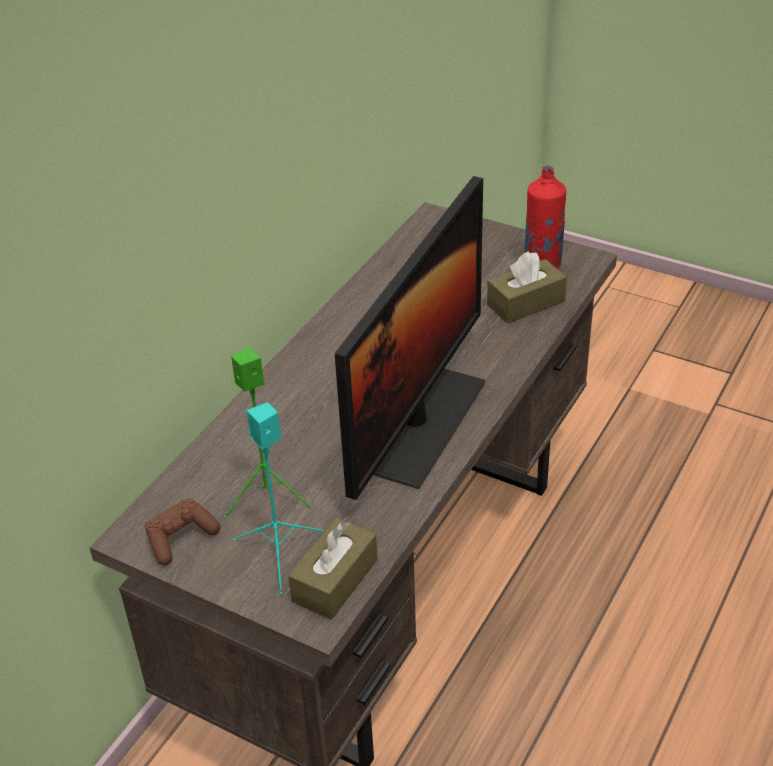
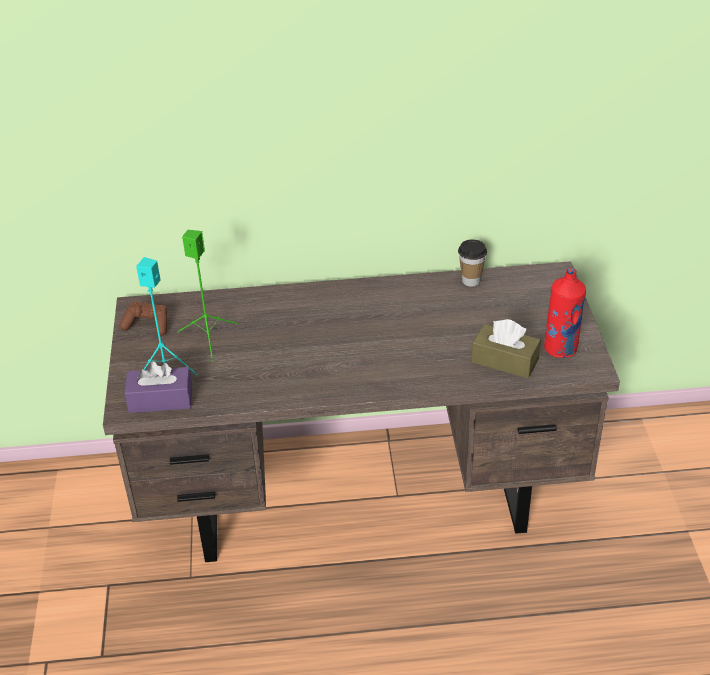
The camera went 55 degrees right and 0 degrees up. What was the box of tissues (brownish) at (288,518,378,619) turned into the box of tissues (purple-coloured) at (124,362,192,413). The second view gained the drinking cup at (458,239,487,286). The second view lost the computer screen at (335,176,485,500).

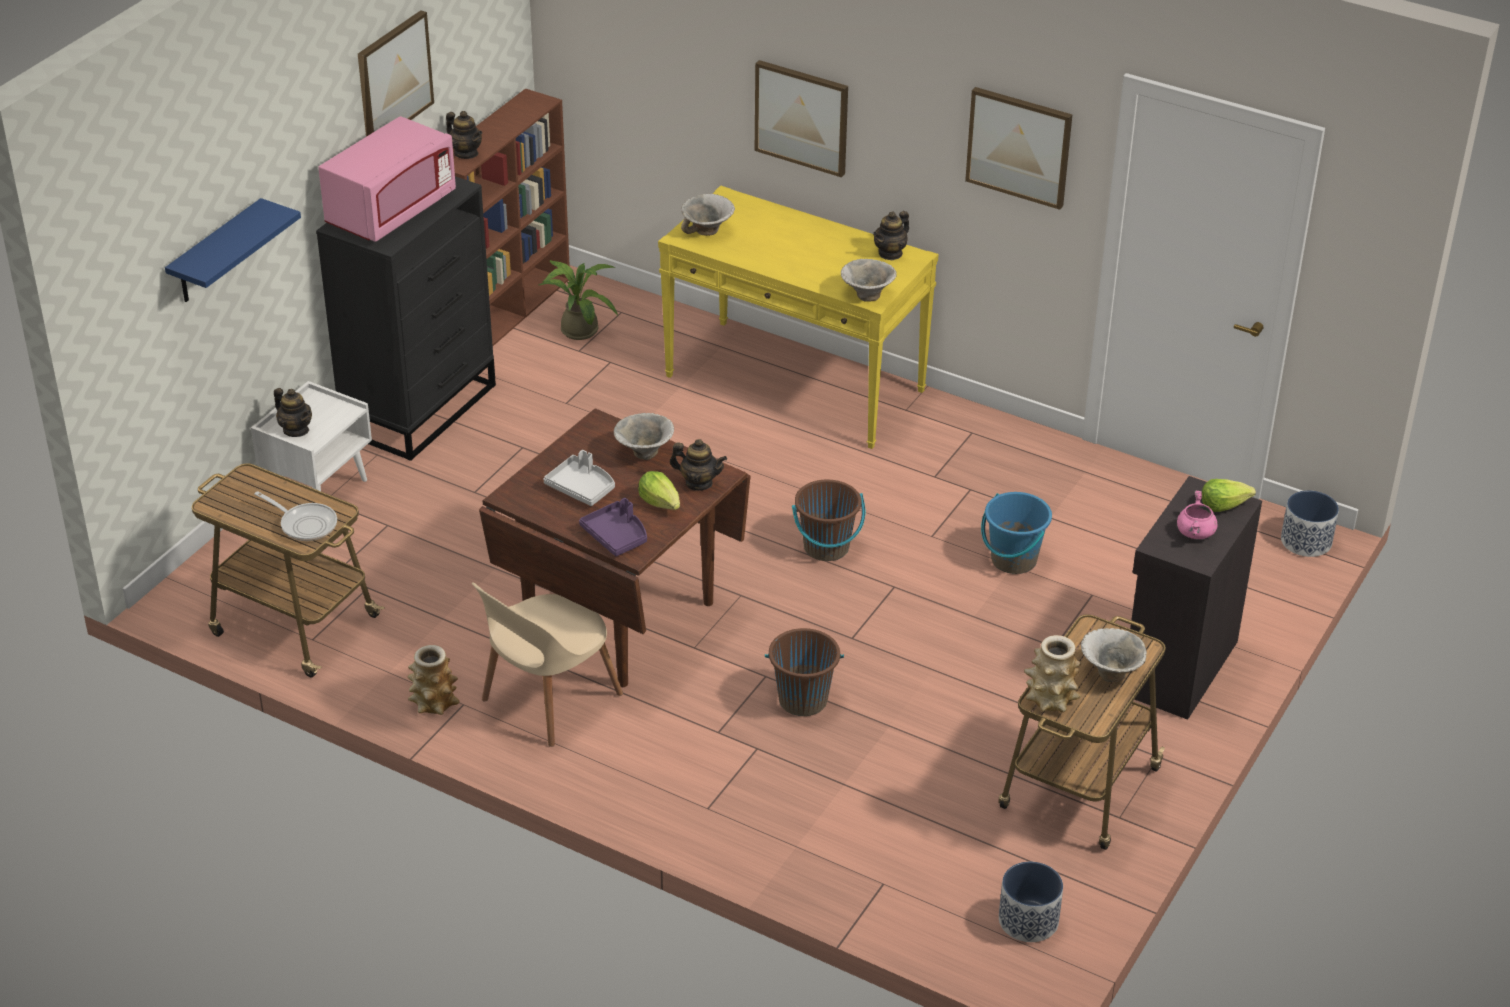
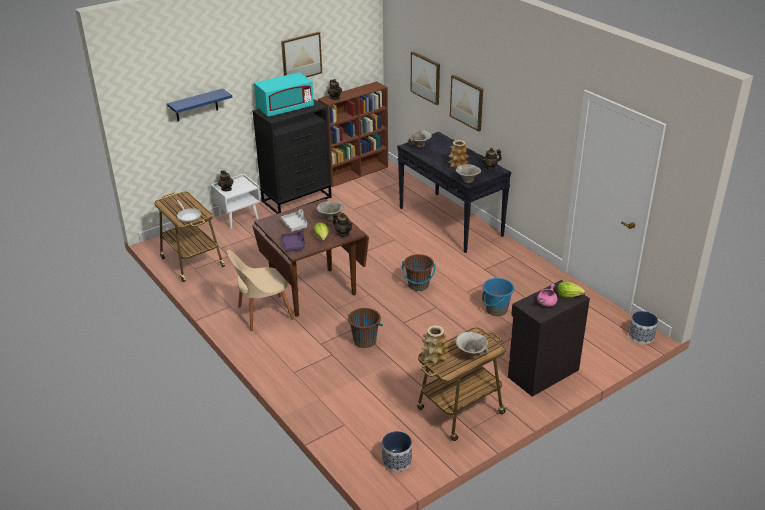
The camera went 25 degrees right and 5 degrees down. What was the microwave (pink) at (318,116,456,242) turned into the microwave (turquoise) at (254,72,314,117). What was the narrow table (yellow-coloured) at (658,186,939,449) turned into the narrow table (blackish) at (397,132,511,253). The wall art ended up elsewhere, having gone from (965,87,1072,210) to (411,51,440,105). The vase ended up elsewhere, having gone from (408,645,460,715) to (448,140,469,169). The second view lost the potted plant at (538,260,618,340).

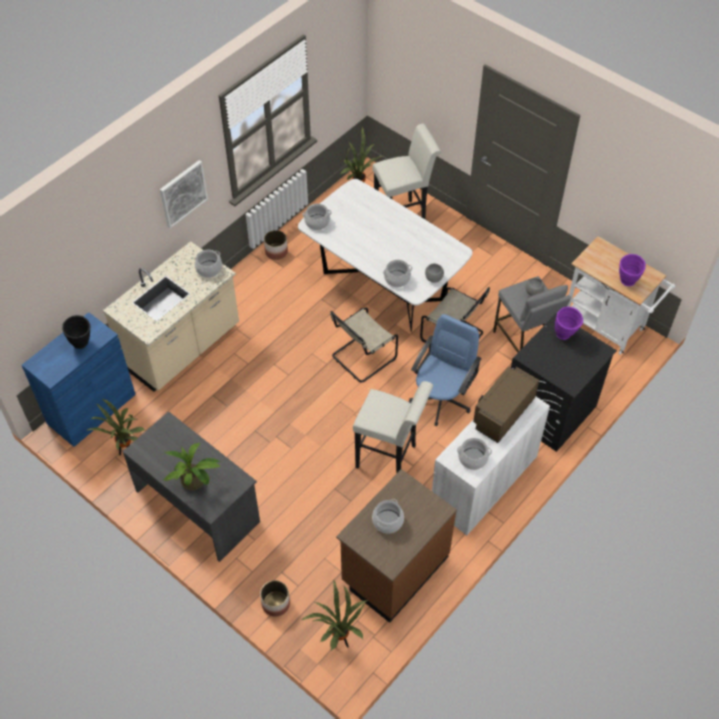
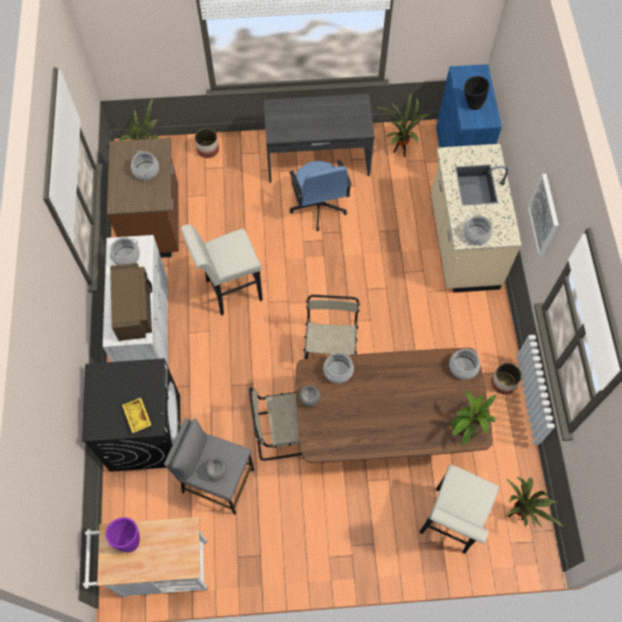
The camera went 135 degrees right and 10 degrees up. Where the vase (purple-coloured) stood at (555,307,583,340), the carrying tray (yellow-coloured) came to stand at (122,398,151,433). The desk chair (bluish) ended up elsewhere, having gone from (409,314,481,426) to (289,160,352,231). What was the dining table (white) at (298,179,472,332) turned into the dining table (brownish) at (295,348,492,464). The potted plant ended up elsewhere, having gone from (163,443,221,490) to (452,389,497,446).

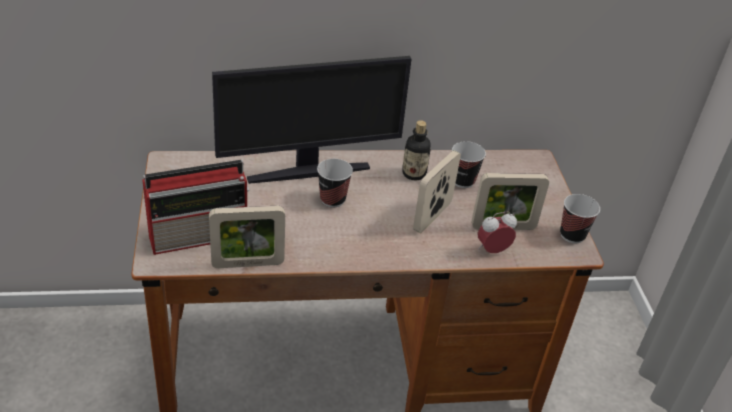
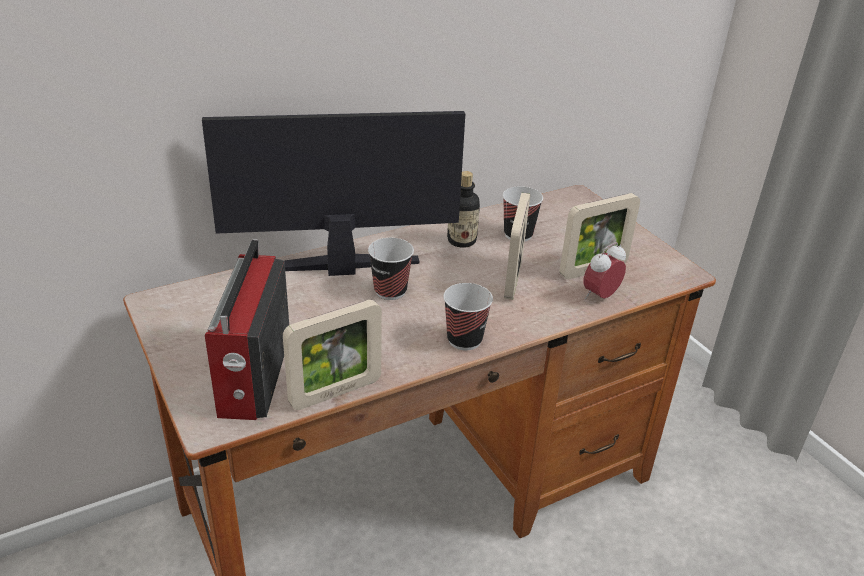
The camera went 20 degrees left and 5 degrees down. The computer screen at (212,56,412,184) ended up facing another way, 150 degrees counterclockwise from before. The radio receiver at (142,160,249,255) ended up facing another way, 135 degrees clockwise from before. The drinking cup ended up elsewhere, having gone from (560,194,600,243) to (443,283,493,350).

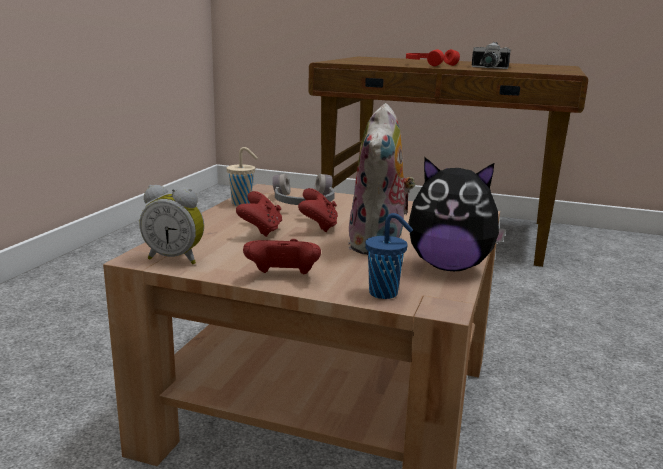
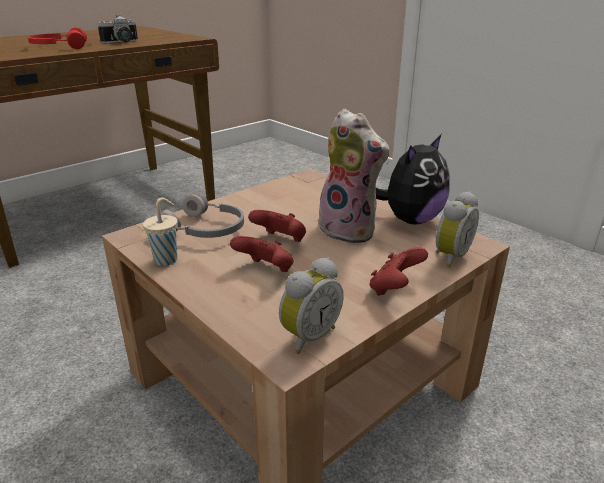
The camera went 60 degrees left and 10 degrees up. Where the drinking cup (bluish) stood at (365,213,413,299), the bedside clock came to stand at (436,191,479,268).

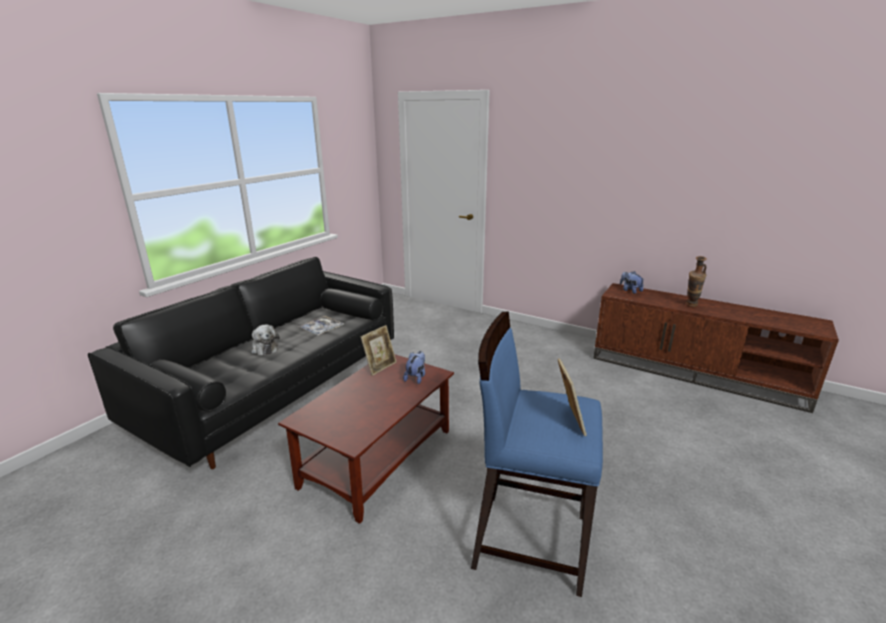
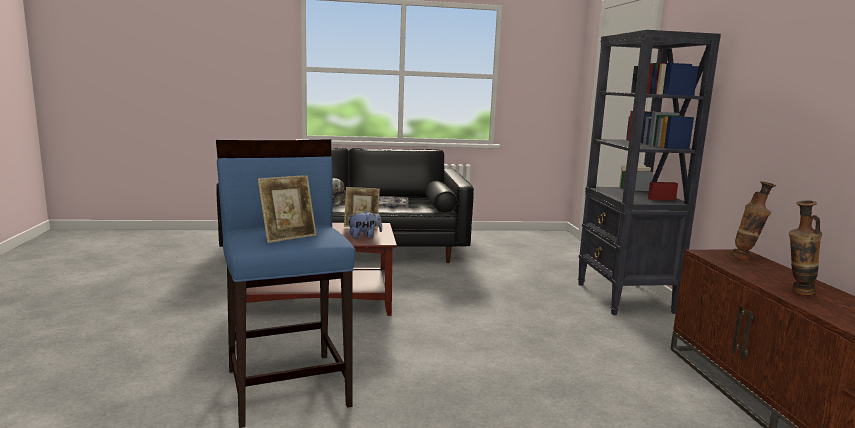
The camera went 50 degrees right and 10 degrees down. The second view gained the bookshelf (blackish) at (578,30,721,315). Where the soft toy stood at (620,271,644,294), the vase came to stand at (731,181,776,260).

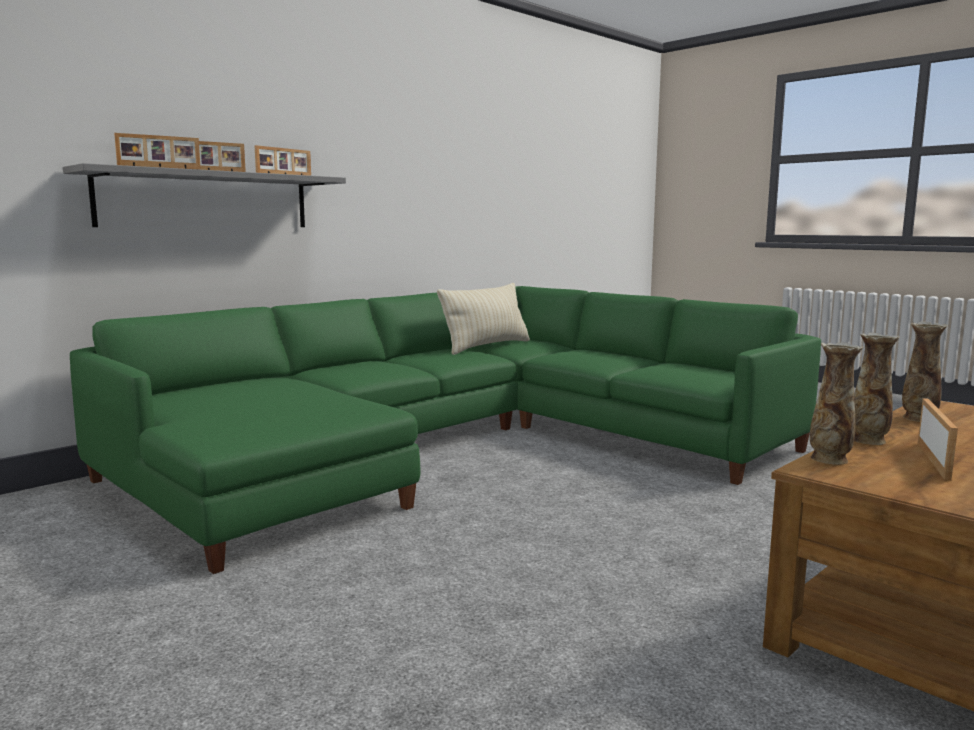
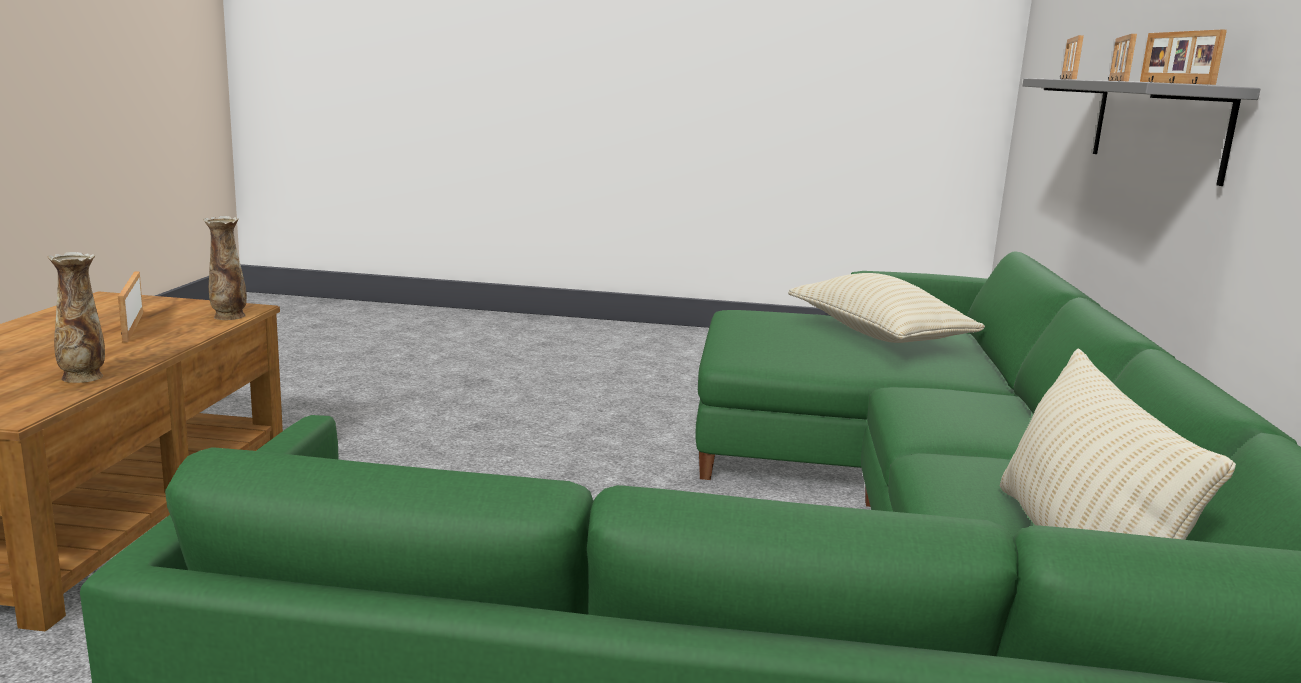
The camera went 140 degrees right and 5 degrees up. The second view gained the pillow (beige) at (788,273,985,343). The second view lost the vase at (854,333,900,445).

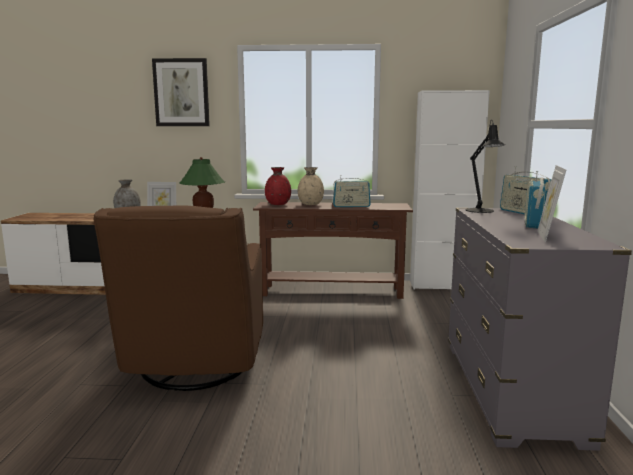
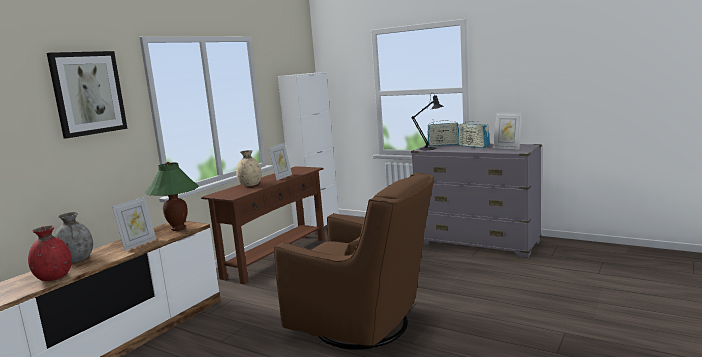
The camera went 60 degrees left and 0 degrees up. The vase (reddish) ended up elsewhere, having gone from (265,167,291,205) to (28,225,72,281). Where the radio receiver stood at (333,175,371,207), the picture frame came to stand at (268,143,292,180).

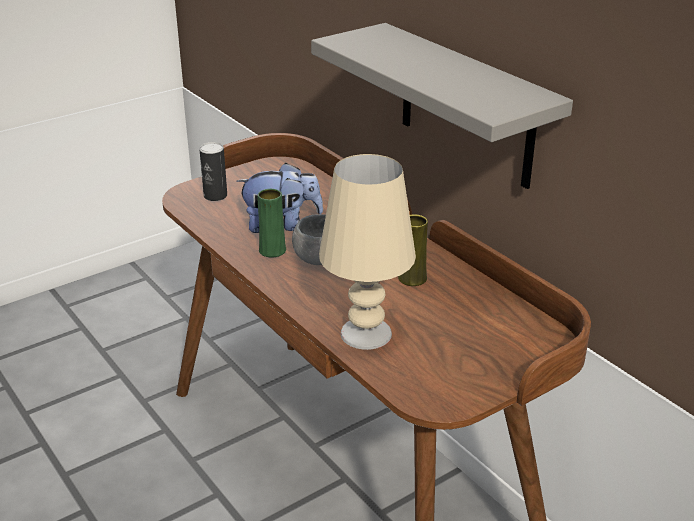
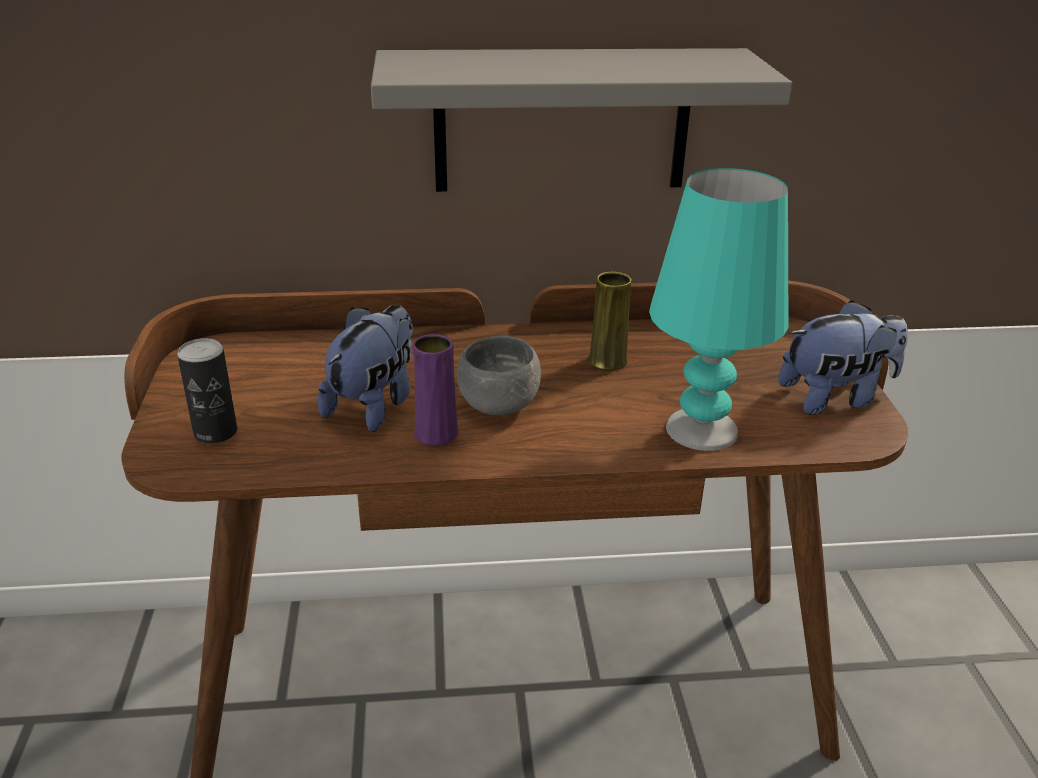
The camera went 60 degrees left and 0 degrees up. What was the vase (green) at (257,189,286,257) turned into the vase (purple-coloured) at (413,334,459,445). What was the lamp for a table (beige) at (319,154,416,350) turned into the lamp for a table (turquoise) at (649,168,788,451). The second view gained the soft toy at (778,300,908,415).

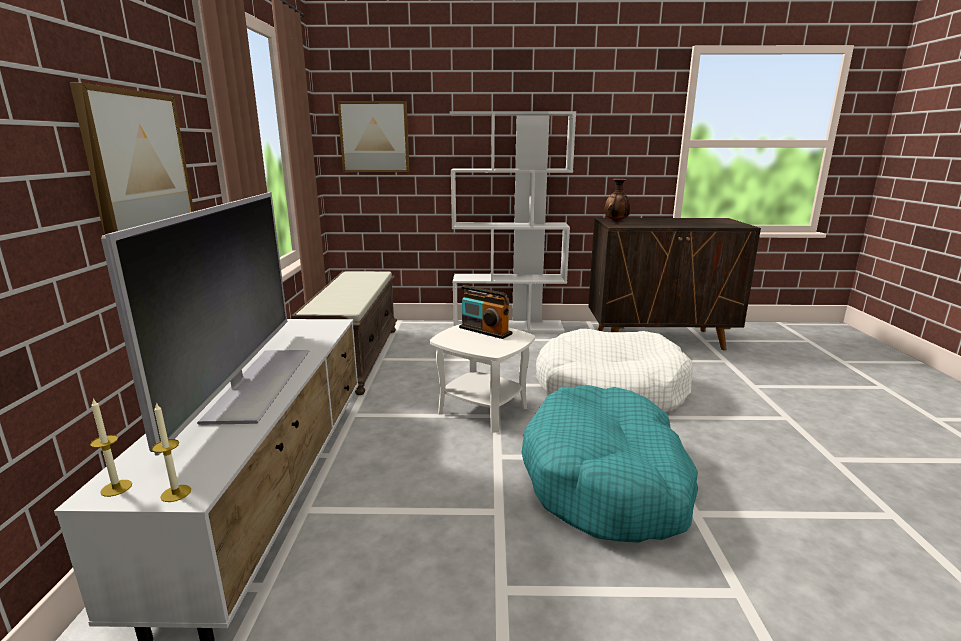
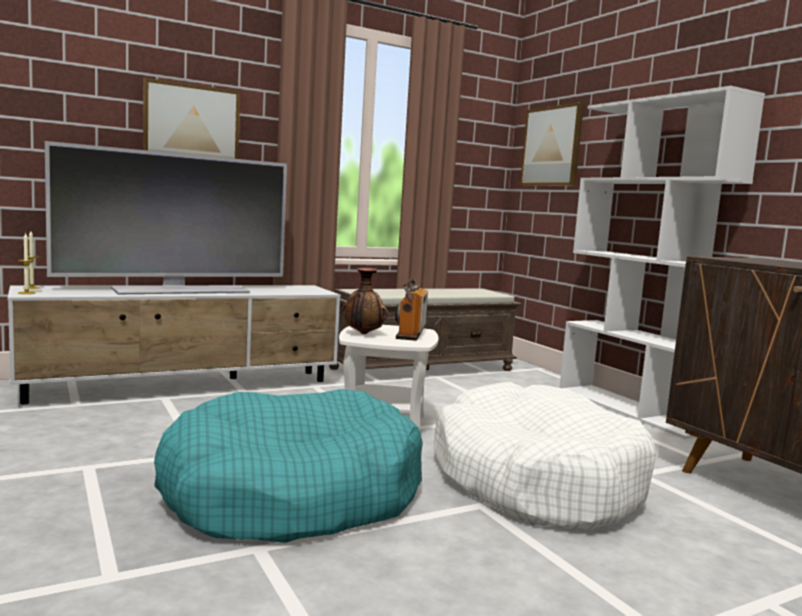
The camera went 60 degrees right and 10 degrees down. The vase ended up elsewhere, having gone from (604,179,630,222) to (342,268,388,334).

